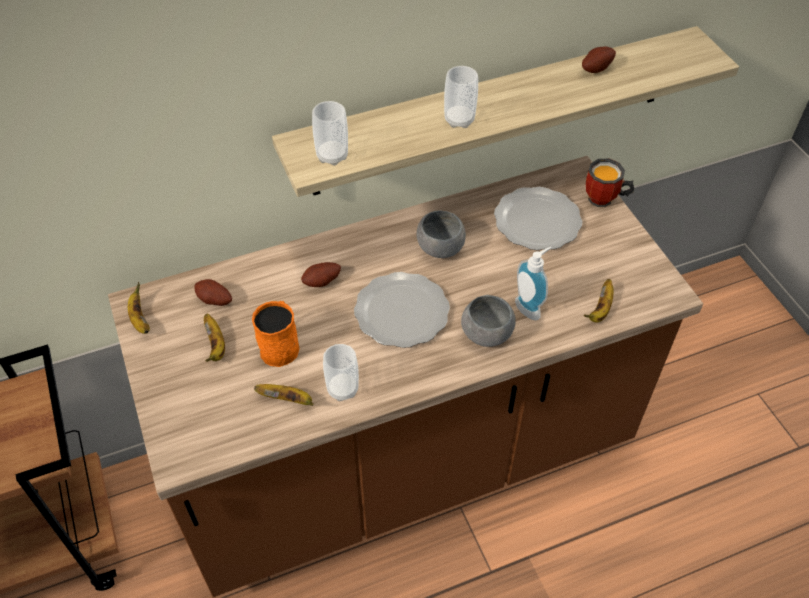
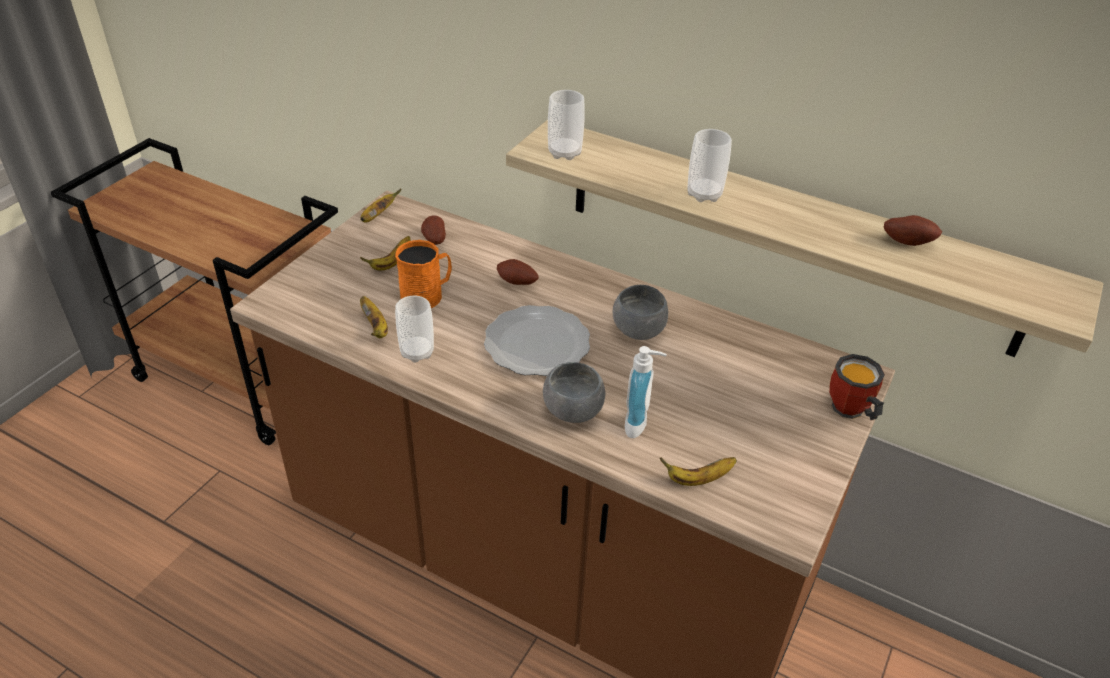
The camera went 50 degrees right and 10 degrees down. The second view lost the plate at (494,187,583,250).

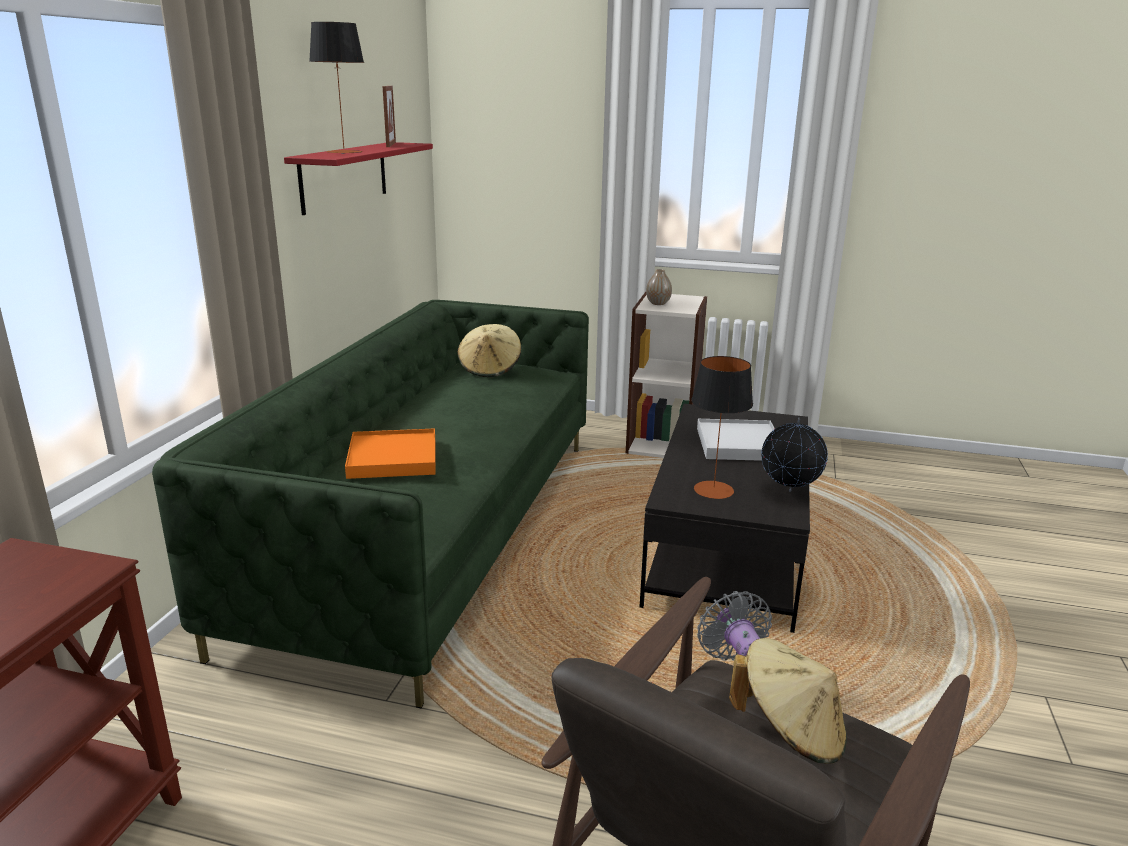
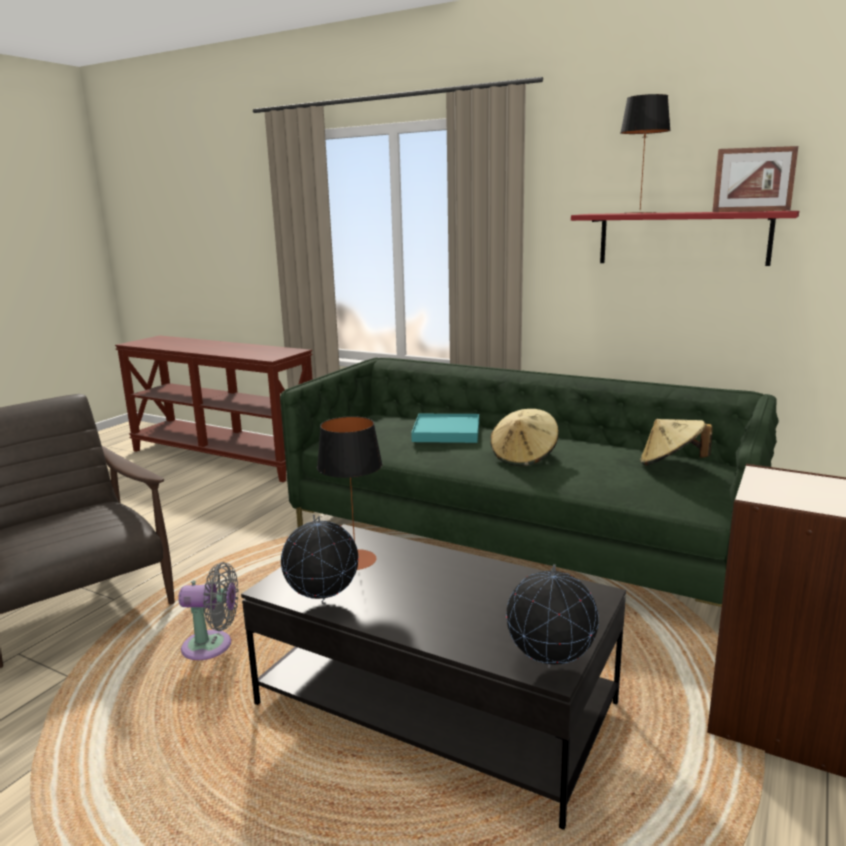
The camera went 105 degrees right and 5 degrees down. What was the carrying tray (orange-coloured) at (345,428,436,479) turned into the carrying tray (turquoise) at (411,414,479,443). The clothing hat (beige) ended up elsewhere, having gone from (729,638,847,764) to (490,409,559,466). The second view gained the globe at (506,564,599,668). The second view lost the vase at (646,269,672,305). The second view lost the carrying tray (white) at (697,419,775,461).

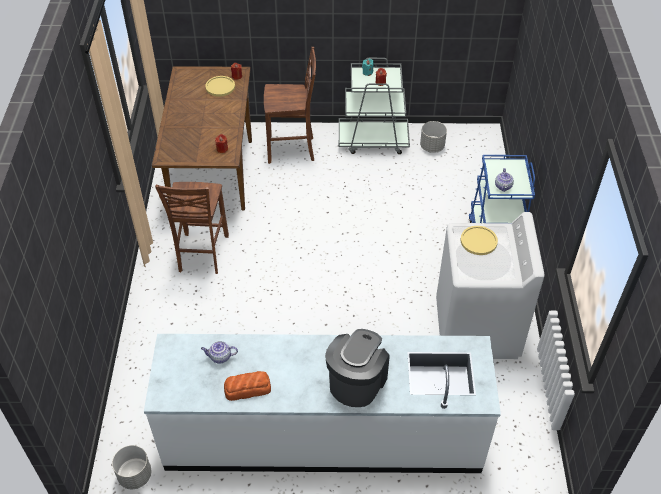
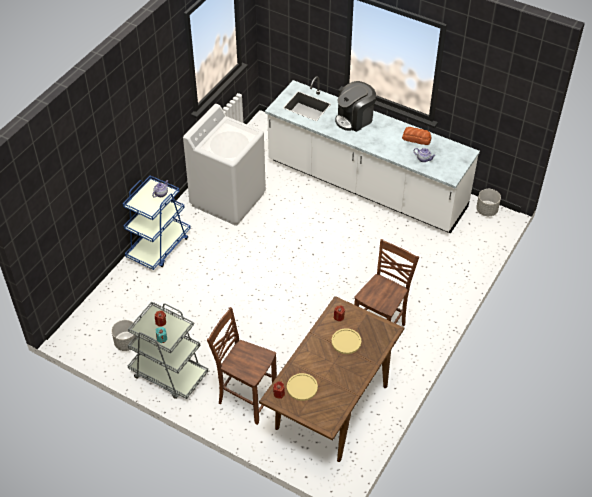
The camera went 150 degrees left and 0 degrees up. The plate (yellow-coloured) ended up elsewhere, having gone from (460,226,498,255) to (331,328,361,354).

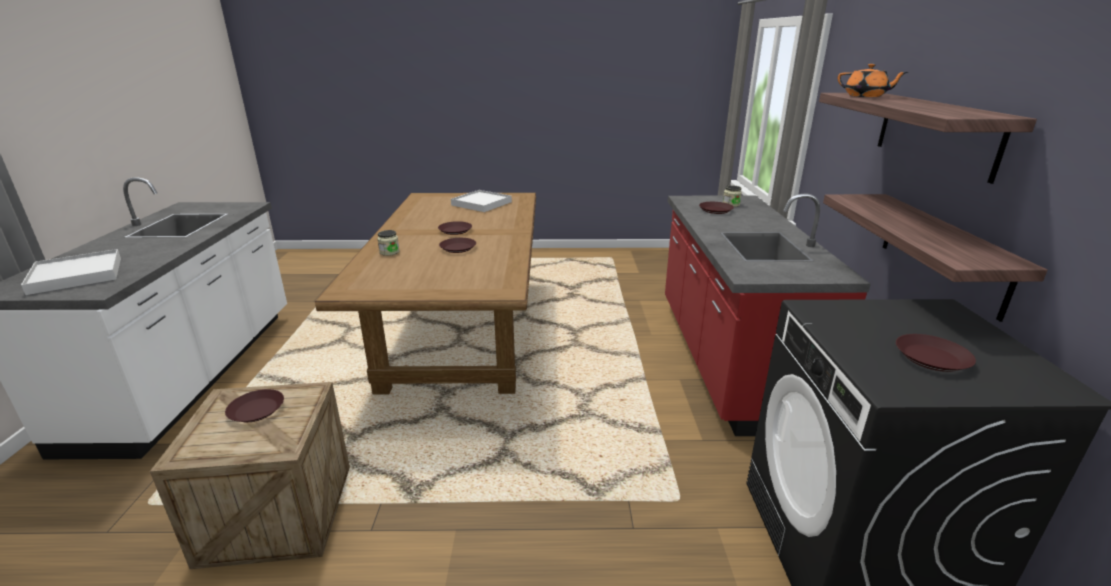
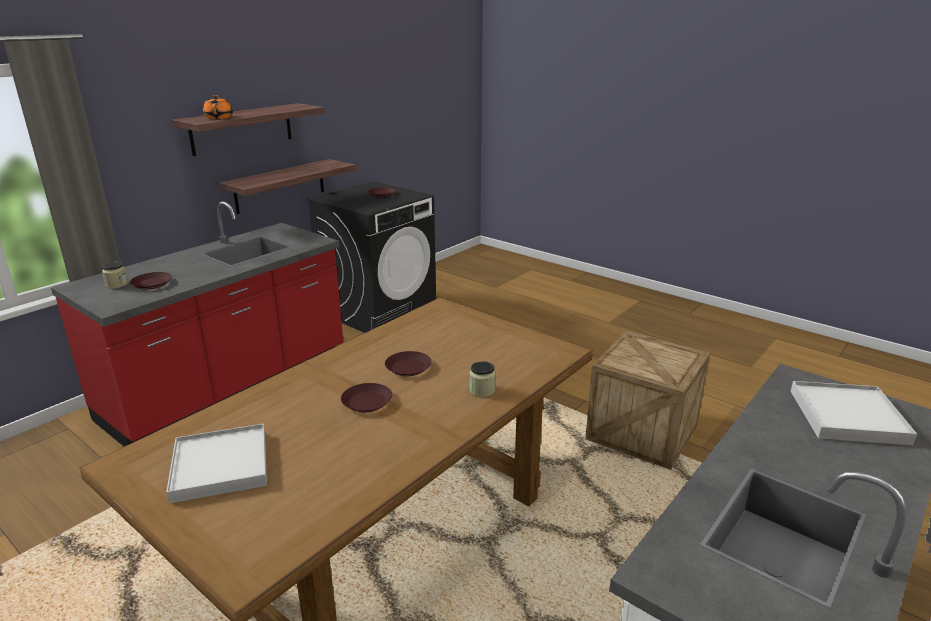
The camera went 140 degrees left and 0 degrees up. The second view lost the plate (brownish) at (225,389,284,422).

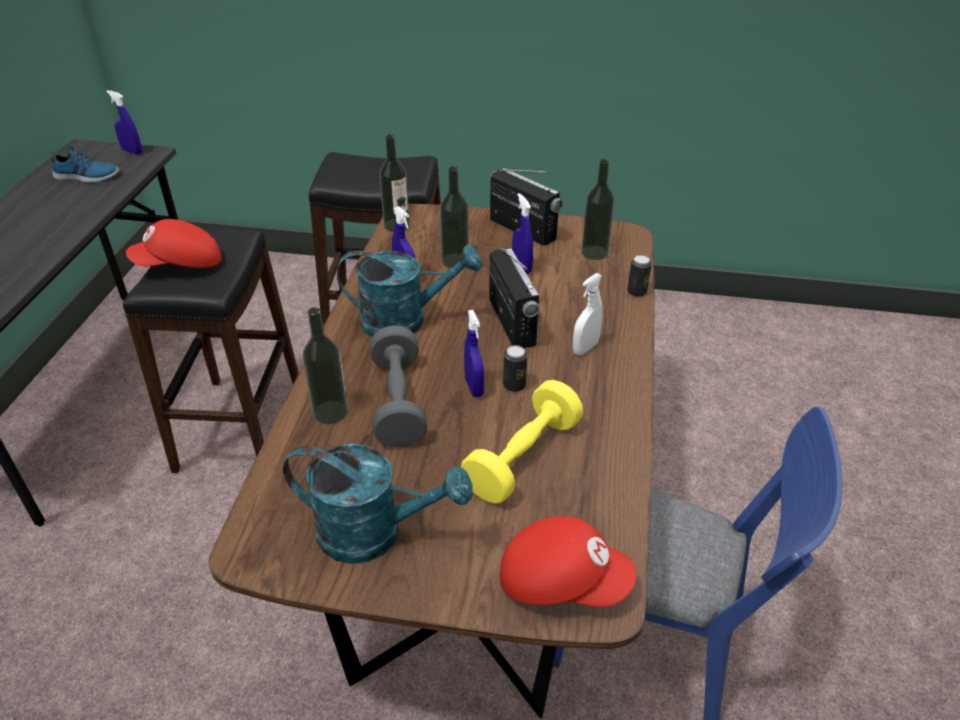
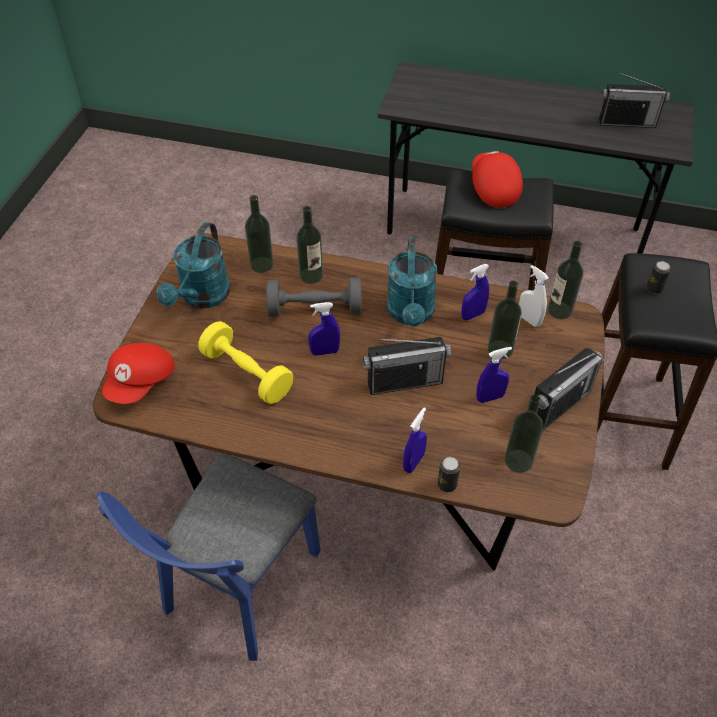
The camera went 95 degrees right and 10 degrees up. The second view gained the drink bottle at (245,195,274,273). The spray bottle (bluish) ended up elsewhere, having gone from (106,90,142,155) to (403,408,427,473). The spray bottle (white) ended up elsewhere, having gone from (573,273,603,355) to (519,265,549,327). Where the low shoe stood at (50,144,119,183), the radio receiver came to stand at (599,72,670,128). The sealed can ended up elsewhere, having gone from (503,345,527,392) to (646,261,671,294).

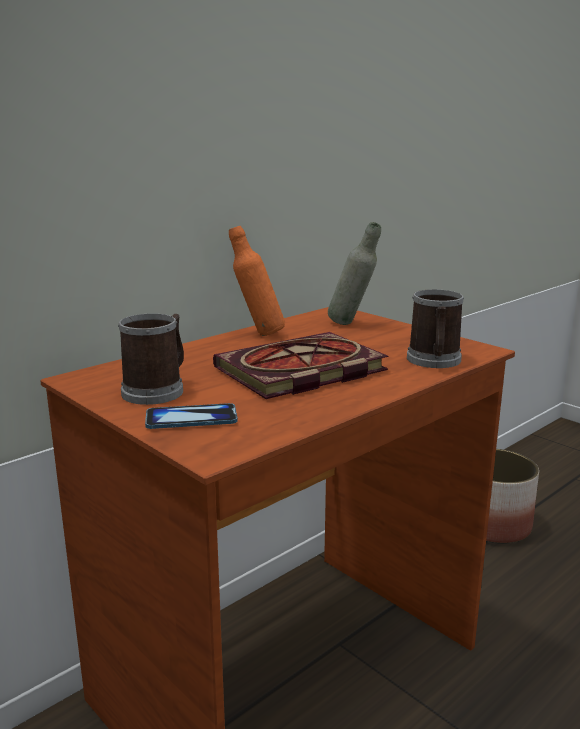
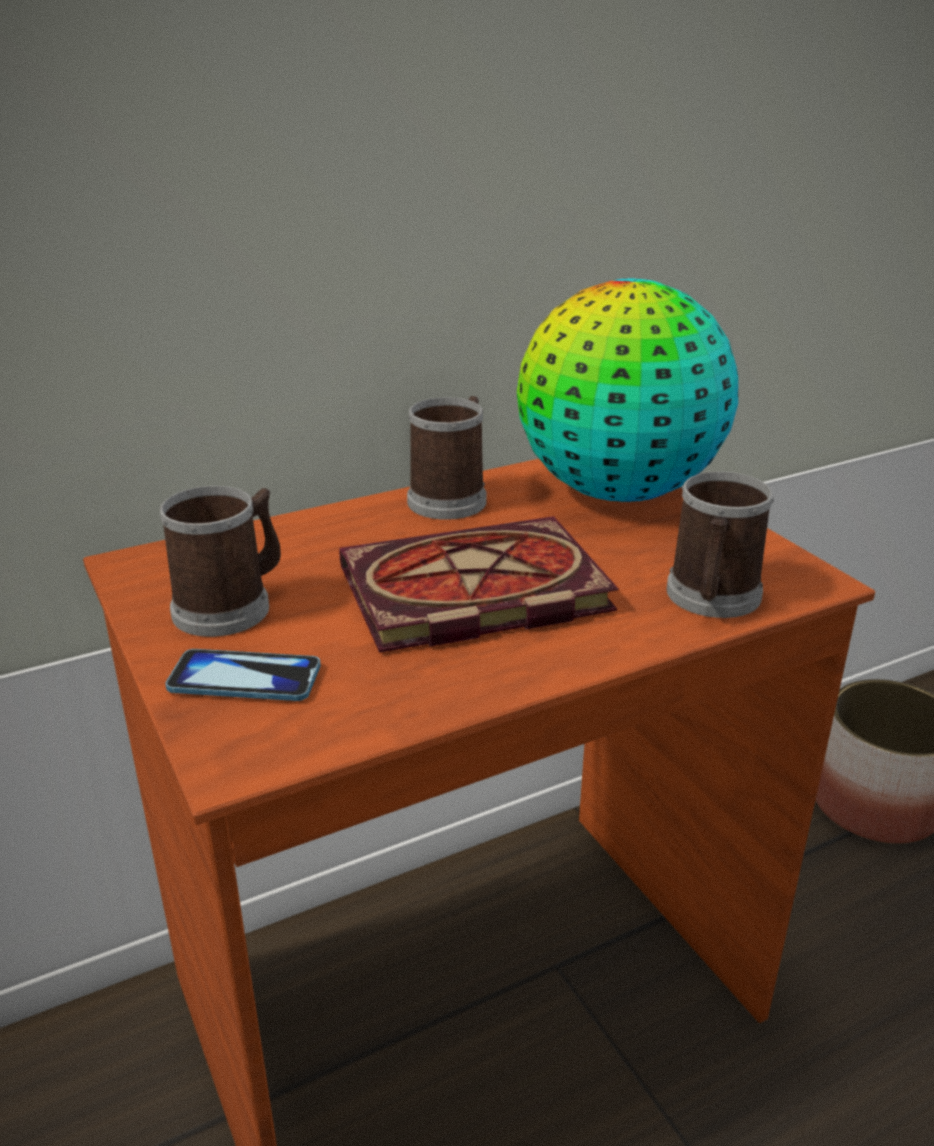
The camera went 15 degrees right and 10 degrees up. Where the drink bottle (orange-coloured) stood at (229,226,285,336), the mug came to stand at (407,396,487,520). Where the drink bottle (greyish) stood at (328,222,381,325), the globe came to stand at (517,279,738,502).

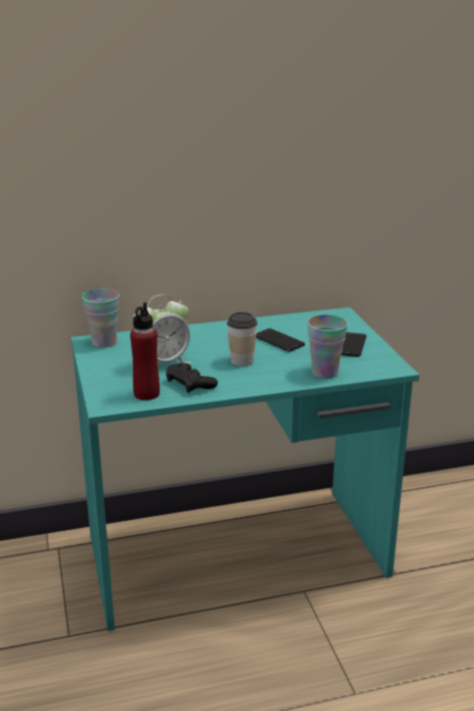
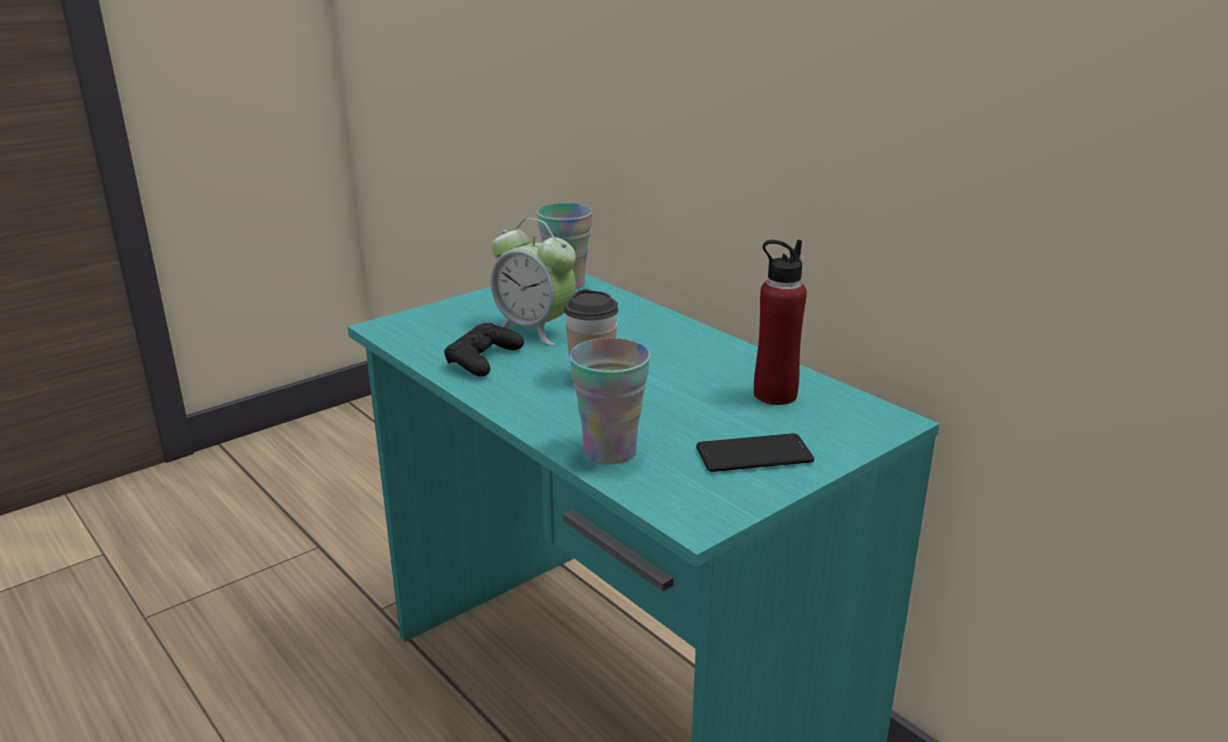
The camera went 65 degrees right and 0 degrees up. The drink bottle (reddish) ended up elsewhere, having gone from (130,302,160,400) to (754,240,807,405). The second view lost the handset at (256,328,305,352).

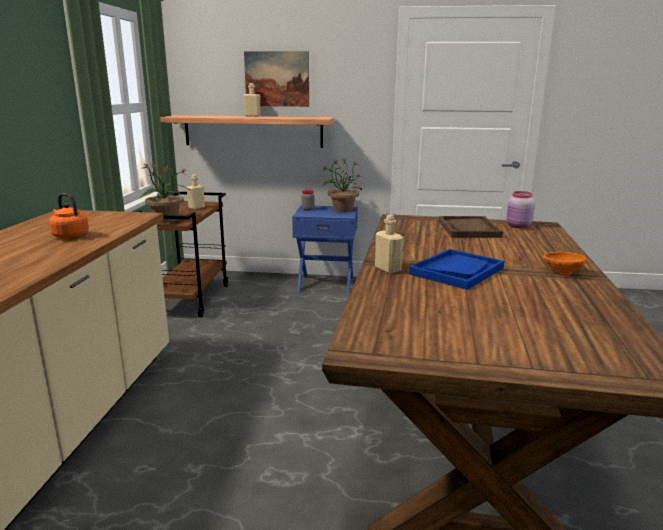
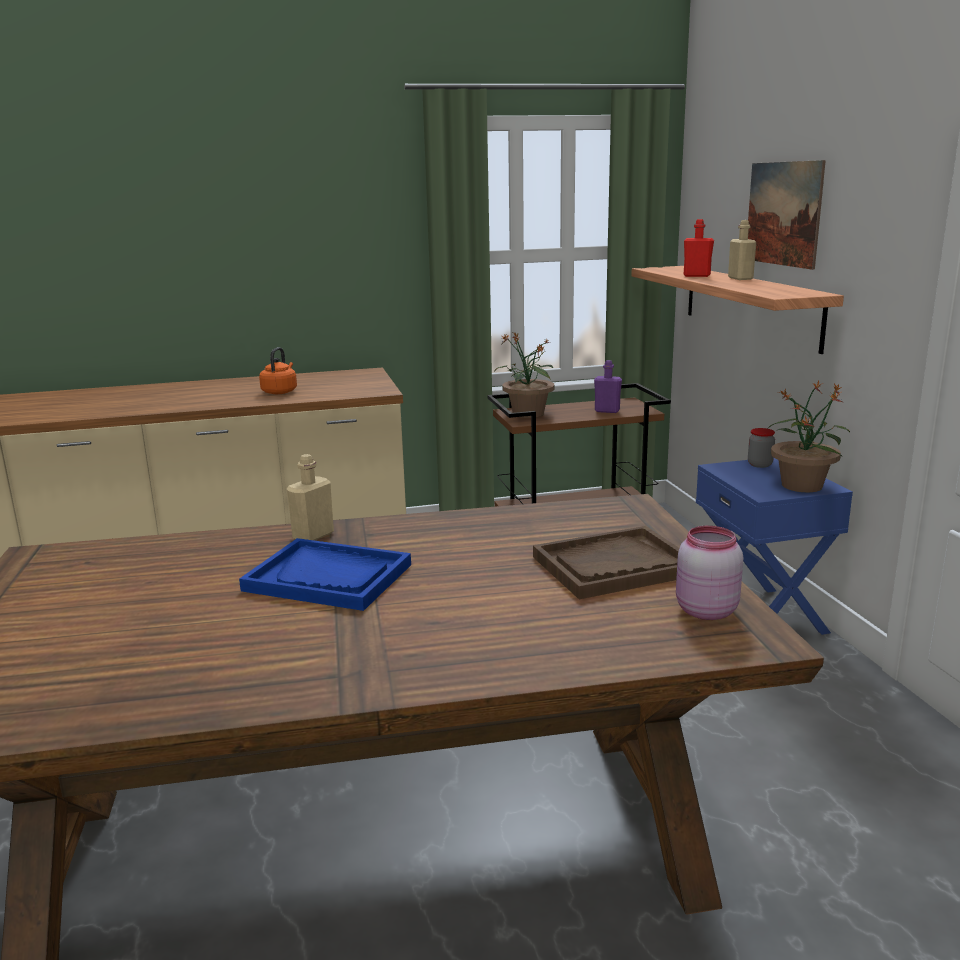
The camera went 70 degrees right and 0 degrees up. What was the drink bottle (beige) at (186,175,205,210) turned into the drink bottle (purple-coloured) at (594,360,622,413). The second view gained the drink bottle (reddish) at (684,219,714,277). The second view lost the deep dish (orange-coloured) at (544,252,586,275).

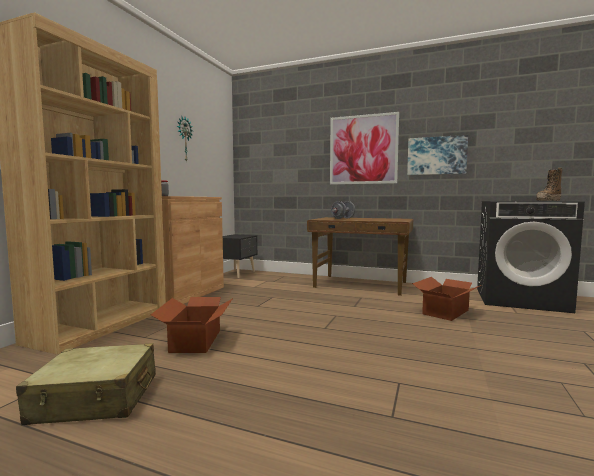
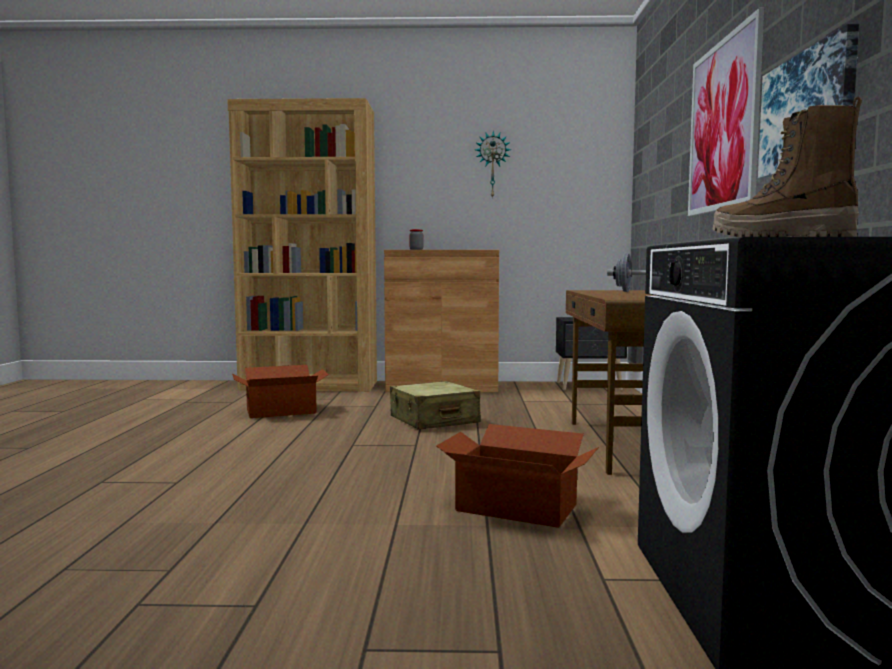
The camera went 70 degrees right and 0 degrees up. The suitcase (beige) ended up elsewhere, having gone from (16,343,156,425) to (390,381,481,430).

